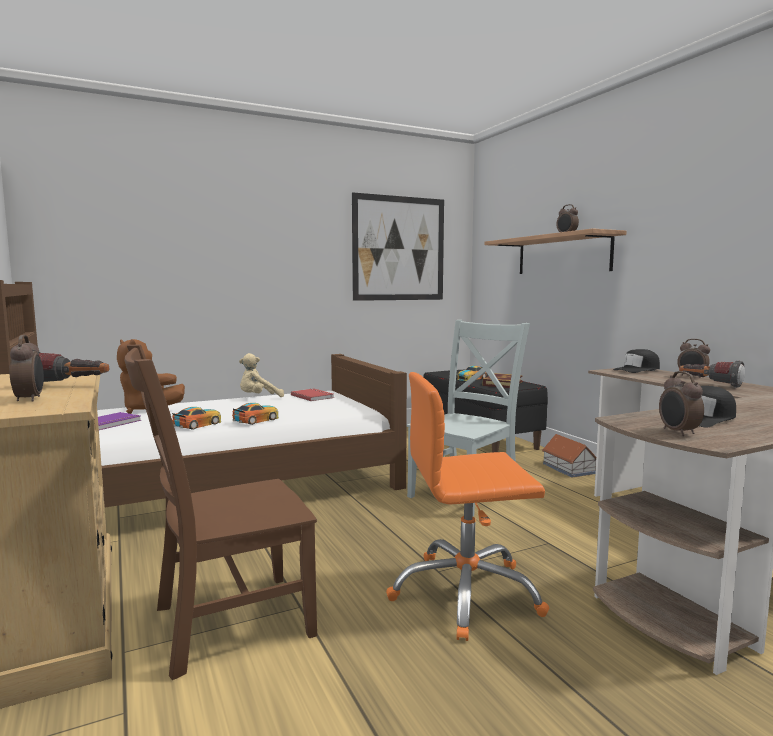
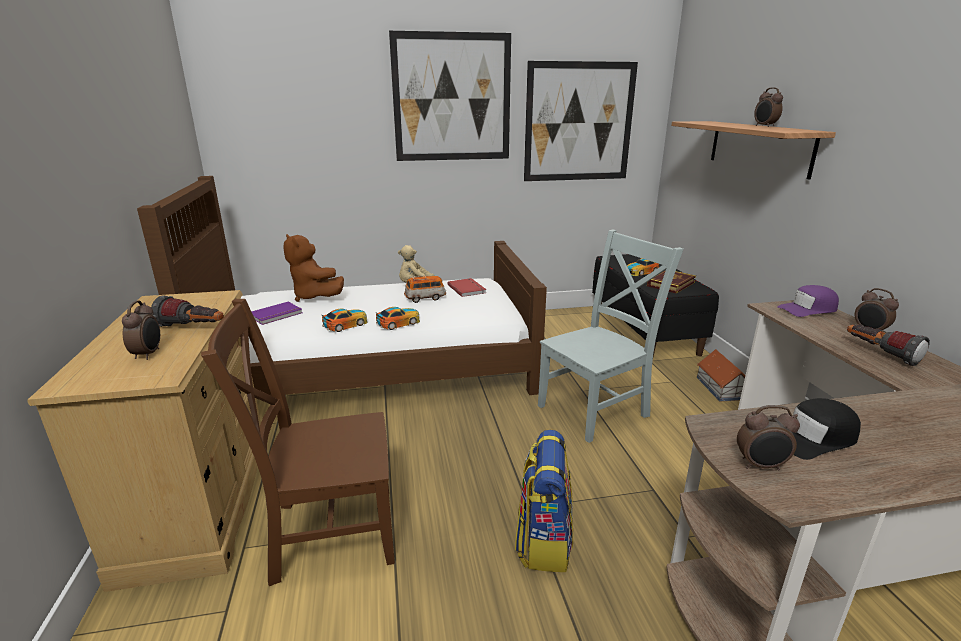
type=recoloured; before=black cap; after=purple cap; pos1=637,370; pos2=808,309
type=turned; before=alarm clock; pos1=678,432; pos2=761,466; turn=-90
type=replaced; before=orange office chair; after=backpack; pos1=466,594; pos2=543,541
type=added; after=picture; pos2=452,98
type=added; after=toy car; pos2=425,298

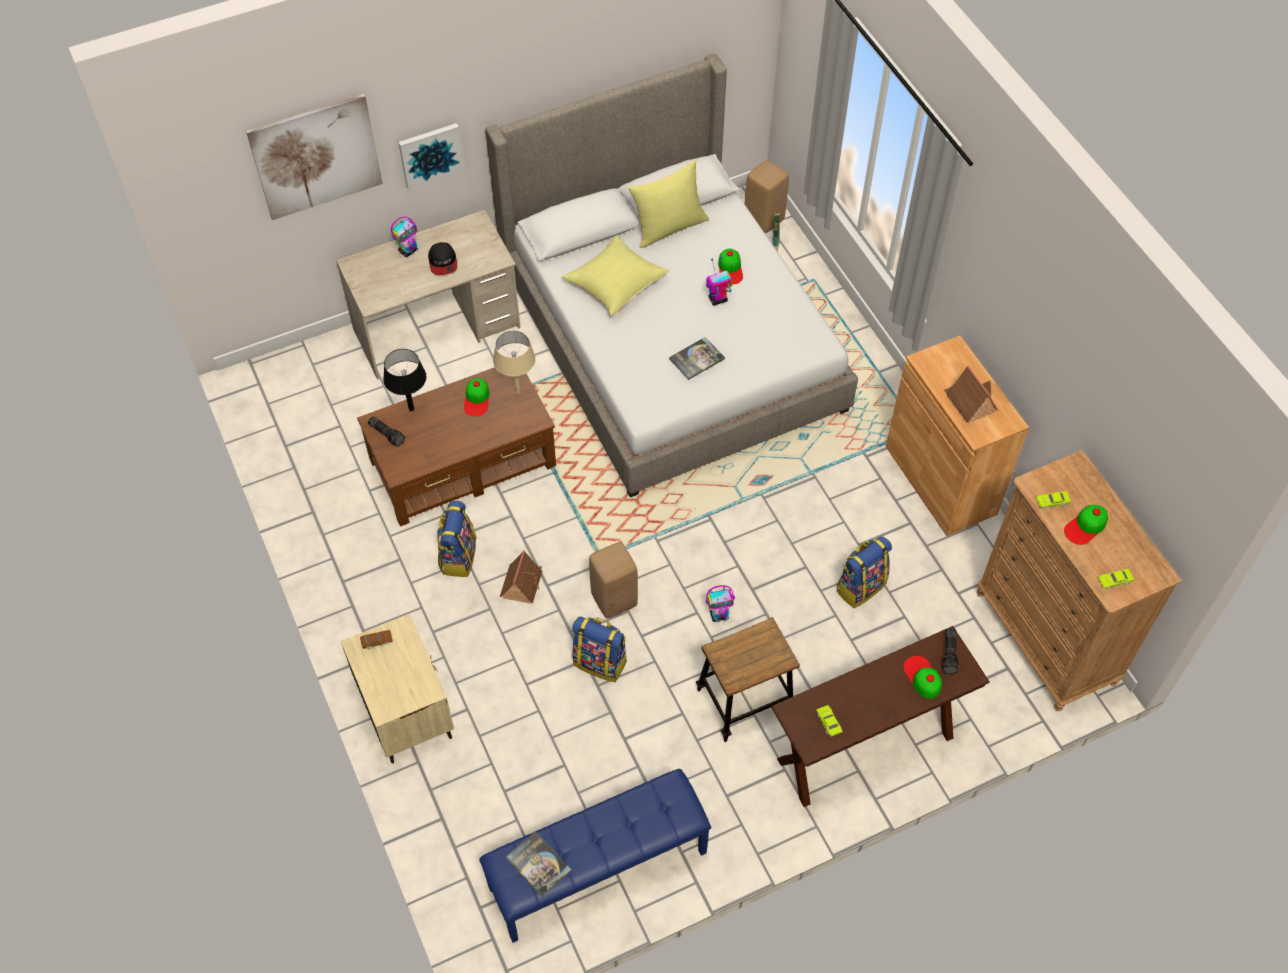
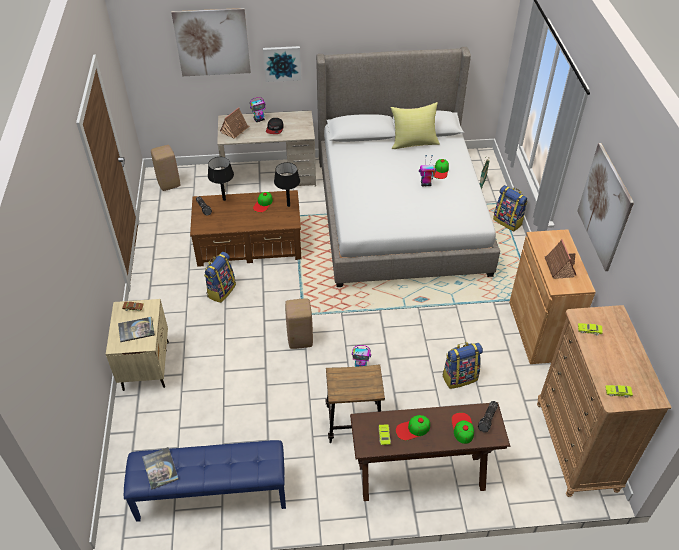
type=moved; before=beige stool; pos1=763,219; pos2=169,184
type=removed; before=yellow pillow; pos1=615,285
type=recoloured; before=beige table lamp; after=black table lamp; pos1=518,391; pos2=288,205
type=moved; before=book; pos1=696,359; pos2=136,330
type=moved; before=cap; pos1=1085,526; pos2=413,429
type=moved; before=toy house; pos1=522,583; pos2=235,130
type=moved; before=backpack; pos1=601,662; pos2=508,221
type=added; after=picture; pos2=604,207

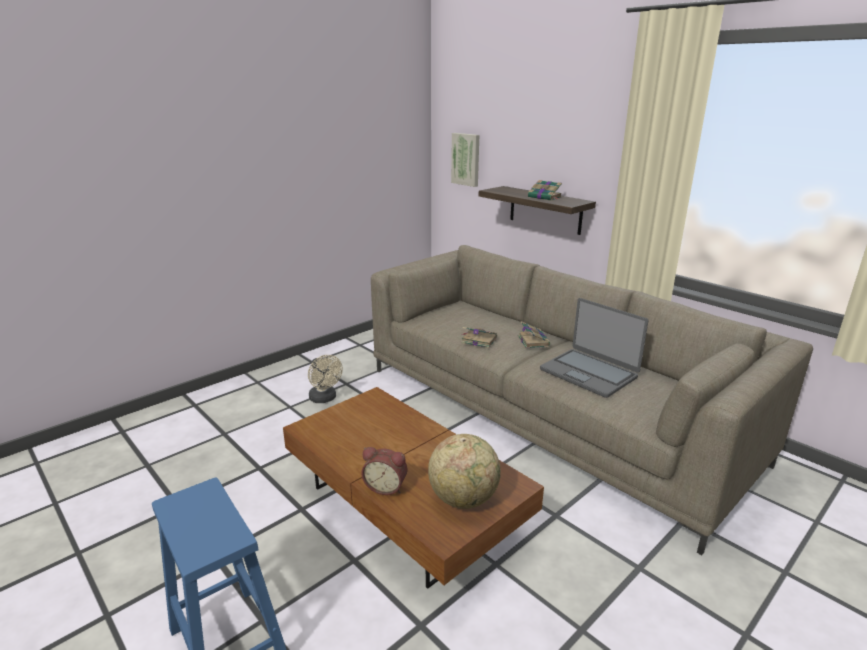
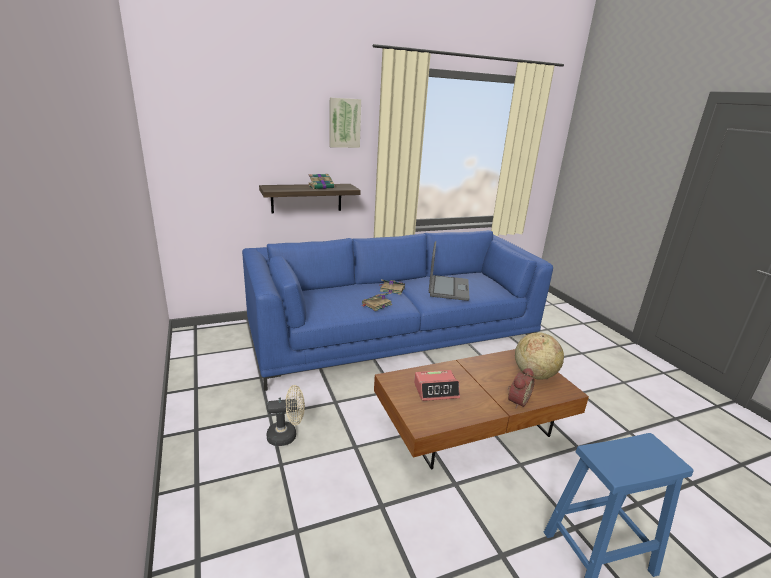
type=moved; before=picture; pos1=466,159; pos2=344,123
type=recoloured; before=beige sofa; after=blue sofa; pos1=547,413; pos2=394,336
type=turned; before=laptop; pos1=589,373; pos2=448,288; turn=-60
type=added; after=alarm clock; pos2=436,390

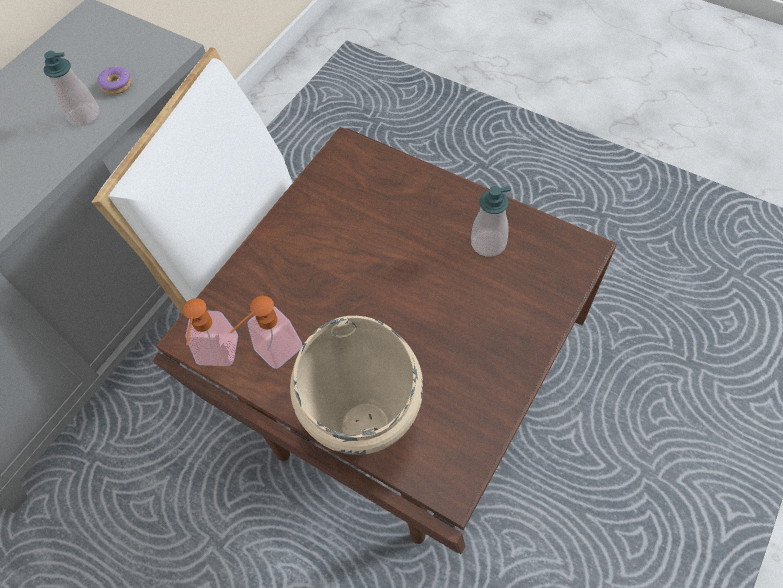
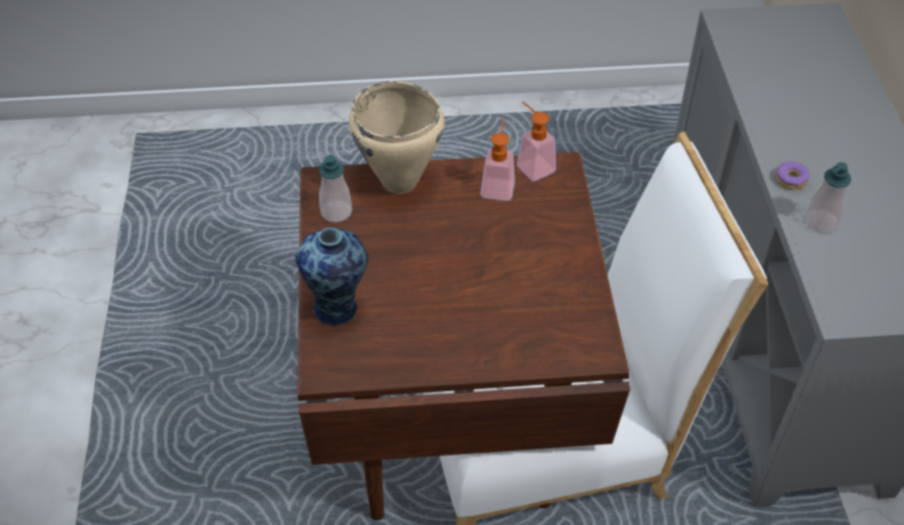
type=moved; before=donut; pos1=117,85; pos2=791,180
type=moved; before=soap dispenser; pos1=488,243; pos2=336,212
type=added; after=vase; pos2=338,309

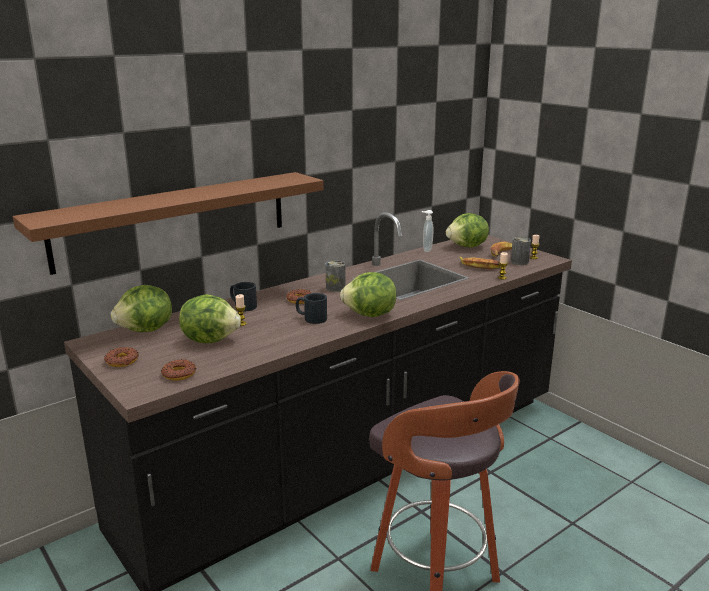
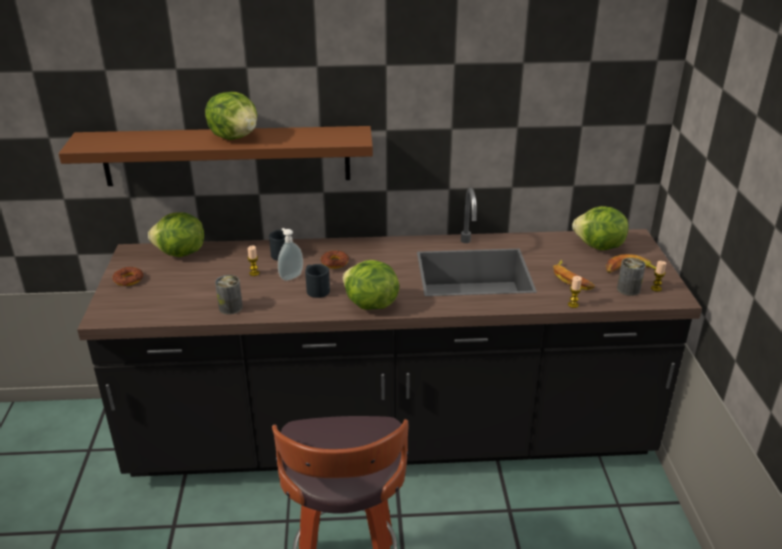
type=moved; before=soap dispenser; pos1=426,250; pos2=290,276
type=moved; before=can; pos1=335,288; pos2=230,307
type=moved; before=lettuce; pos1=210,339; pos2=235,137
type=removed; before=donut; pos1=179,374

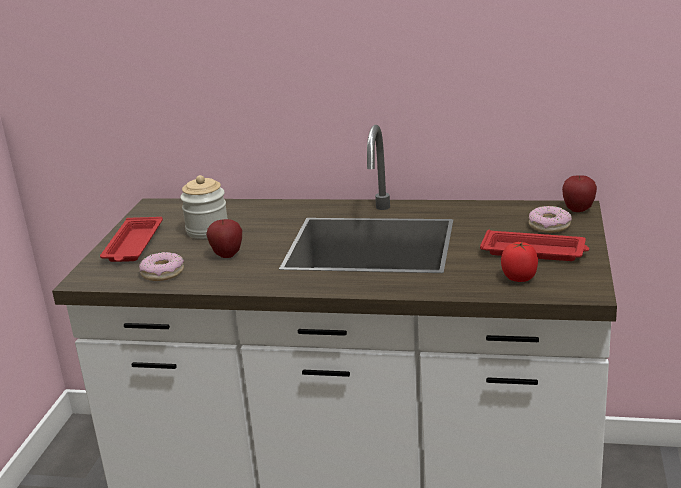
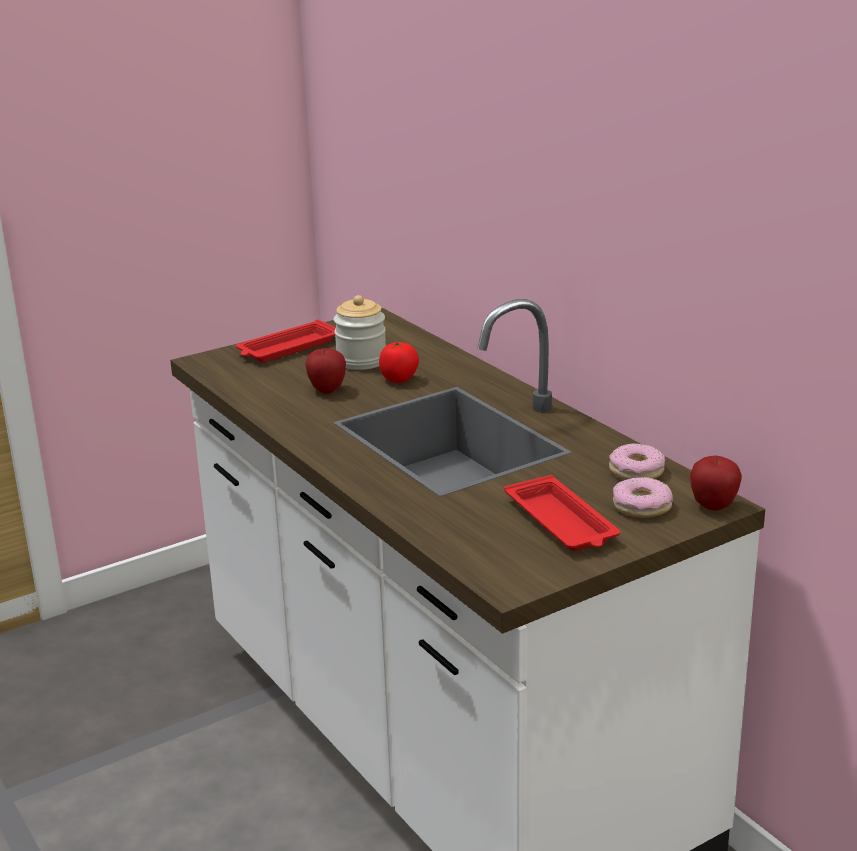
type=moved; before=tomato; pos1=519,278; pos2=399,380
type=moved; before=donut; pos1=162,273; pos2=636,471

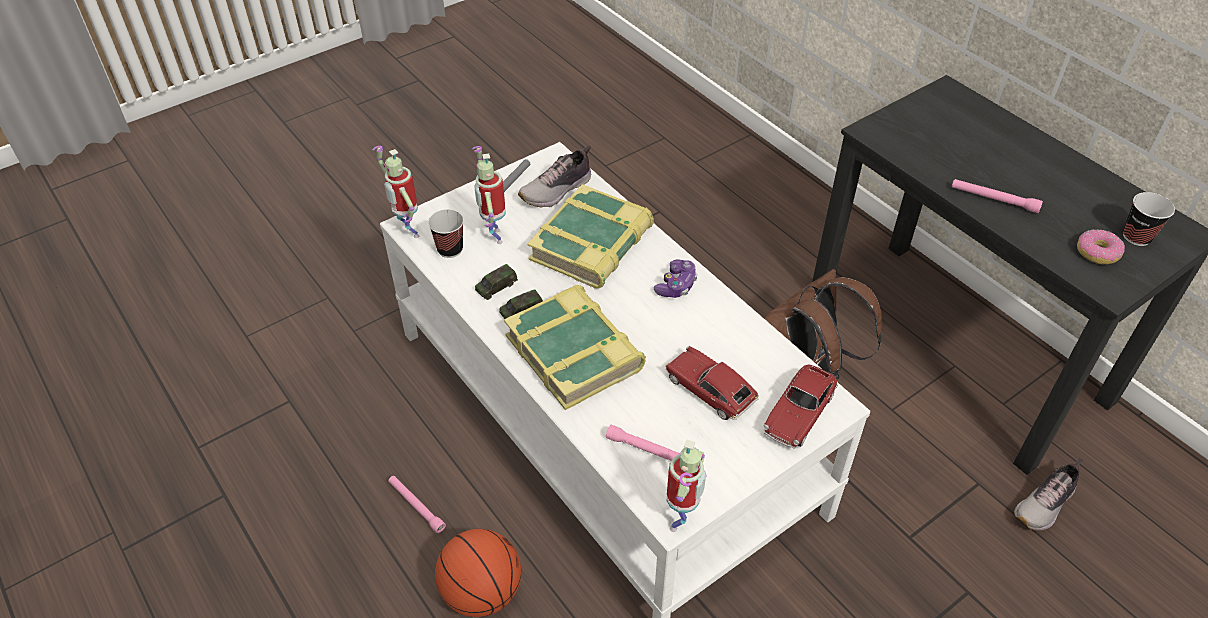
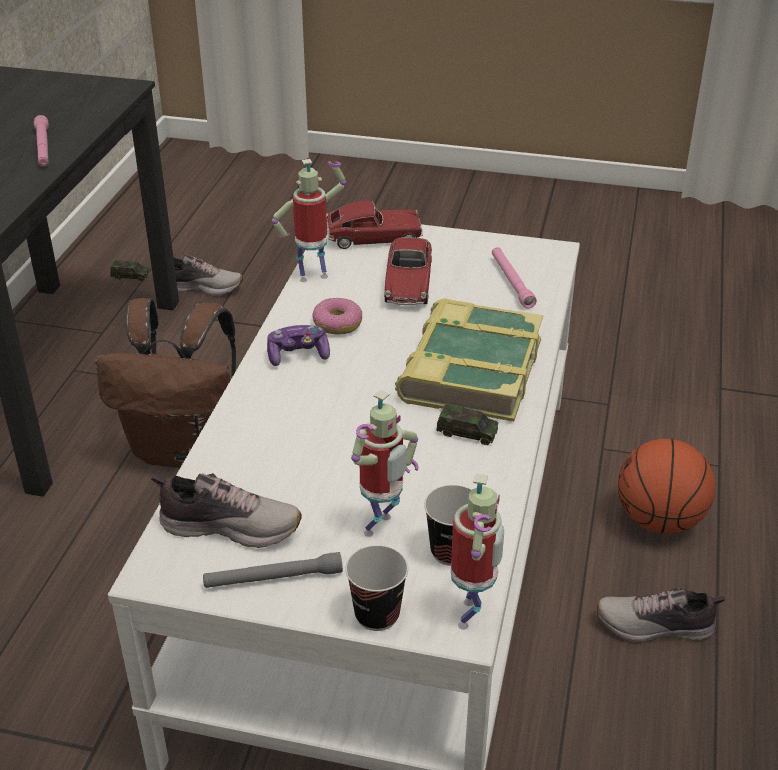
type=removed; before=book; pos1=592,245
type=moved; before=cup; pos1=1136,237; pos2=377,615
type=moved; before=donut; pos1=1097,252; pos2=337,324
type=moved; before=toy car; pos1=496,287; pos2=130,276
type=moved; before=toy robot; pos1=681,521; pos2=313,276
type=replaced; before=pink flashlight; after=shoe; pos1=416,506; pos2=655,627

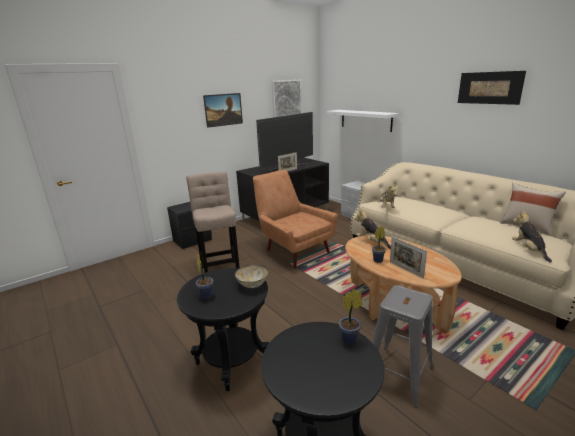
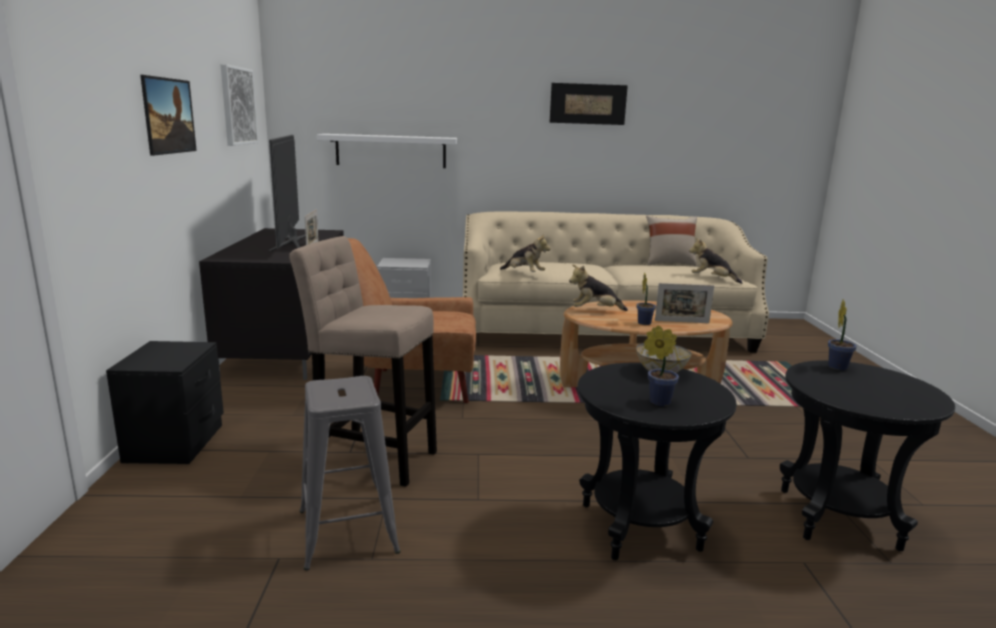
type=moved; before=grey stool; pos1=399,374; pos2=348,530

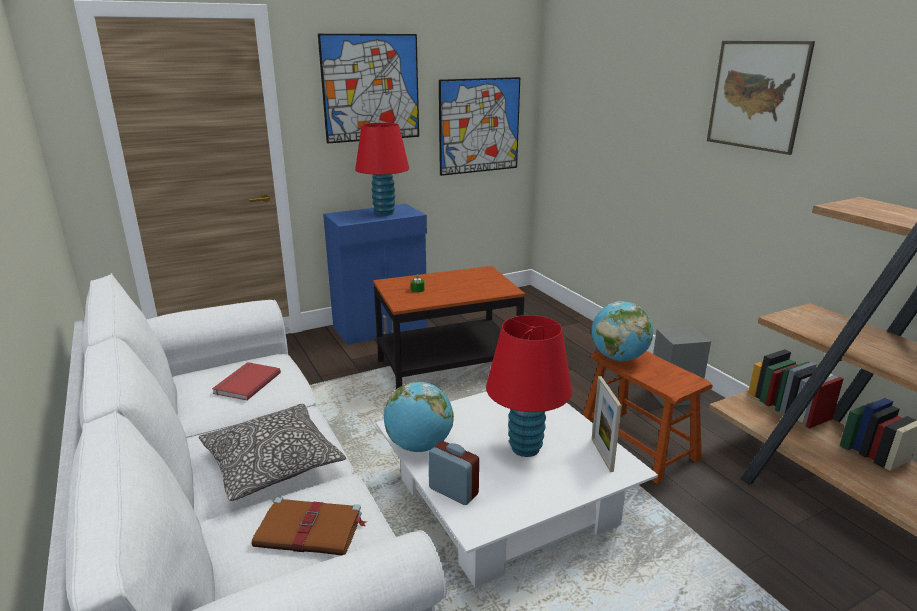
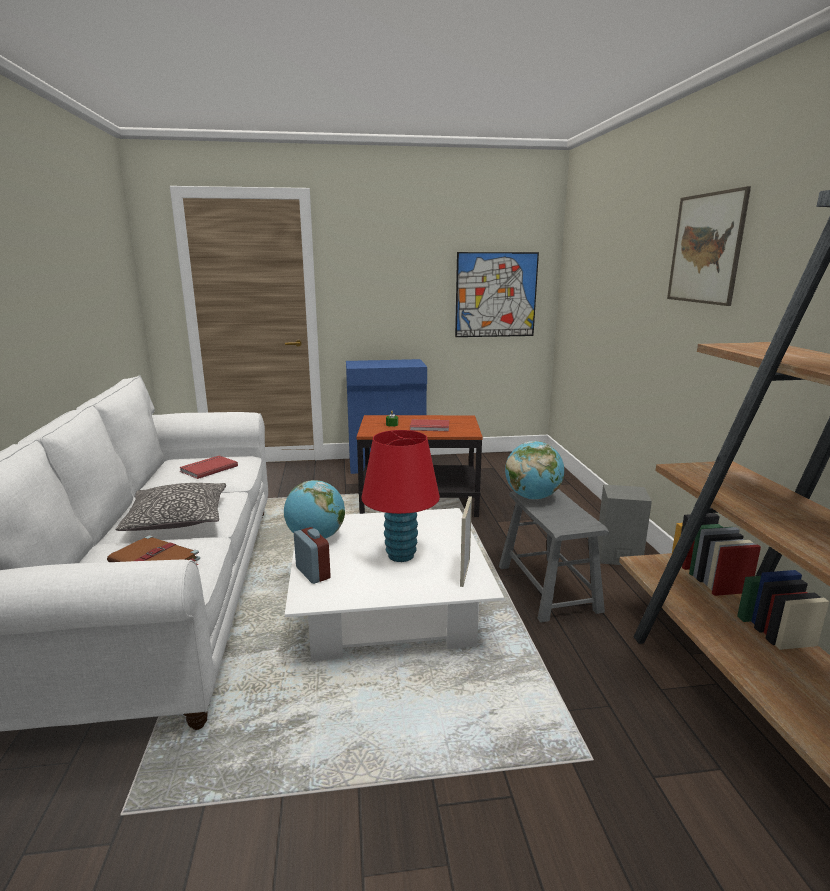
type=removed; before=picture; pos1=371,88
type=removed; before=red table lamp; pos1=384,213
type=recoloured; before=brown stool; after=grey stool; pos1=637,444; pos2=548,588
type=added; after=red book; pos2=429,427

